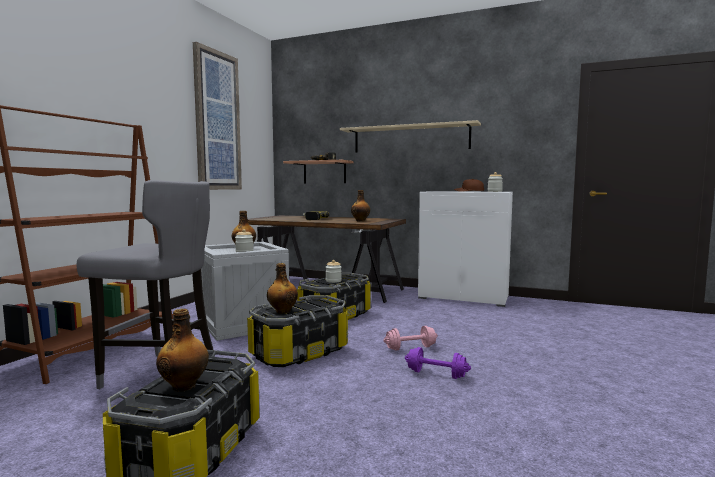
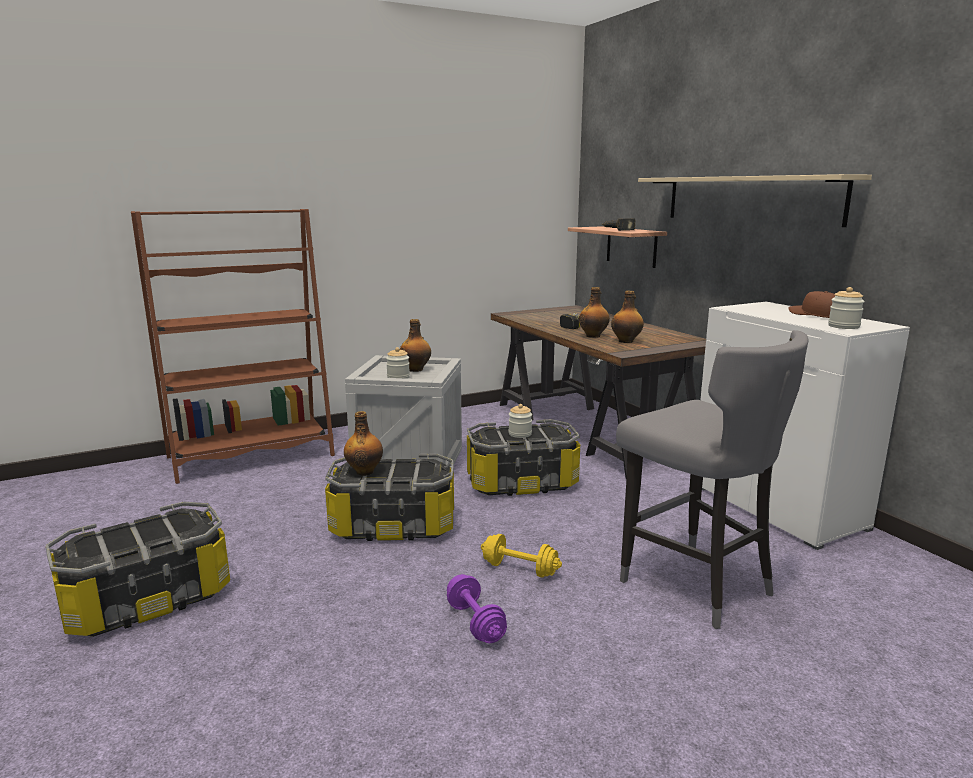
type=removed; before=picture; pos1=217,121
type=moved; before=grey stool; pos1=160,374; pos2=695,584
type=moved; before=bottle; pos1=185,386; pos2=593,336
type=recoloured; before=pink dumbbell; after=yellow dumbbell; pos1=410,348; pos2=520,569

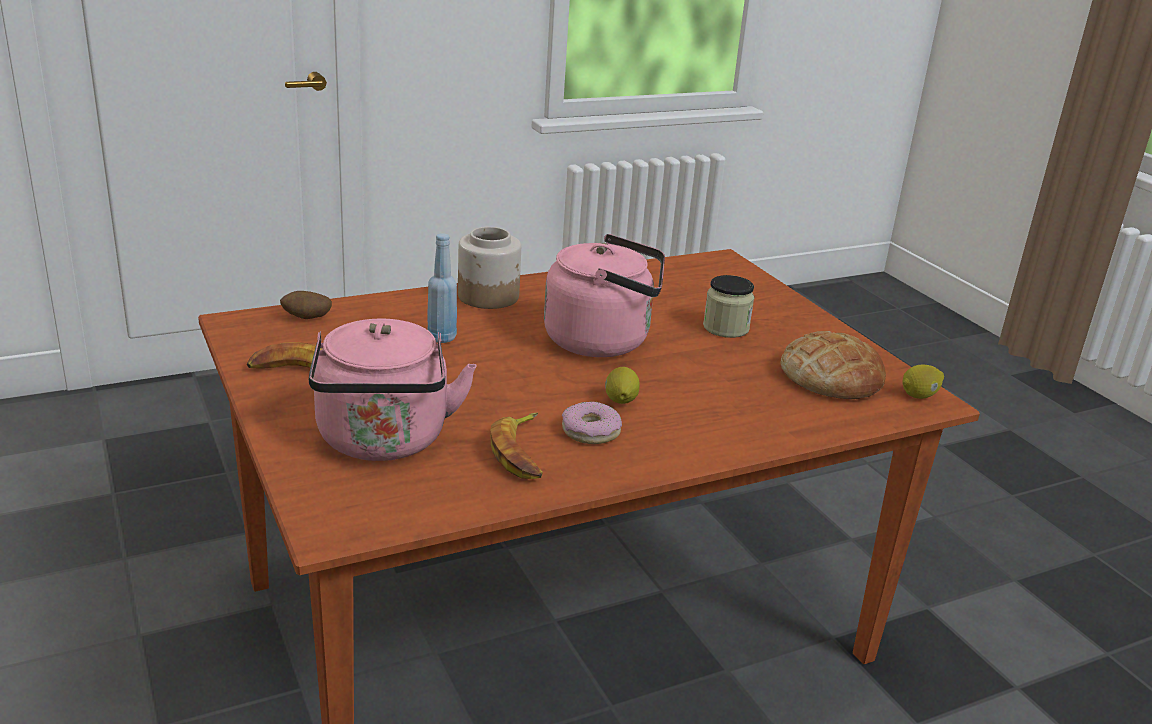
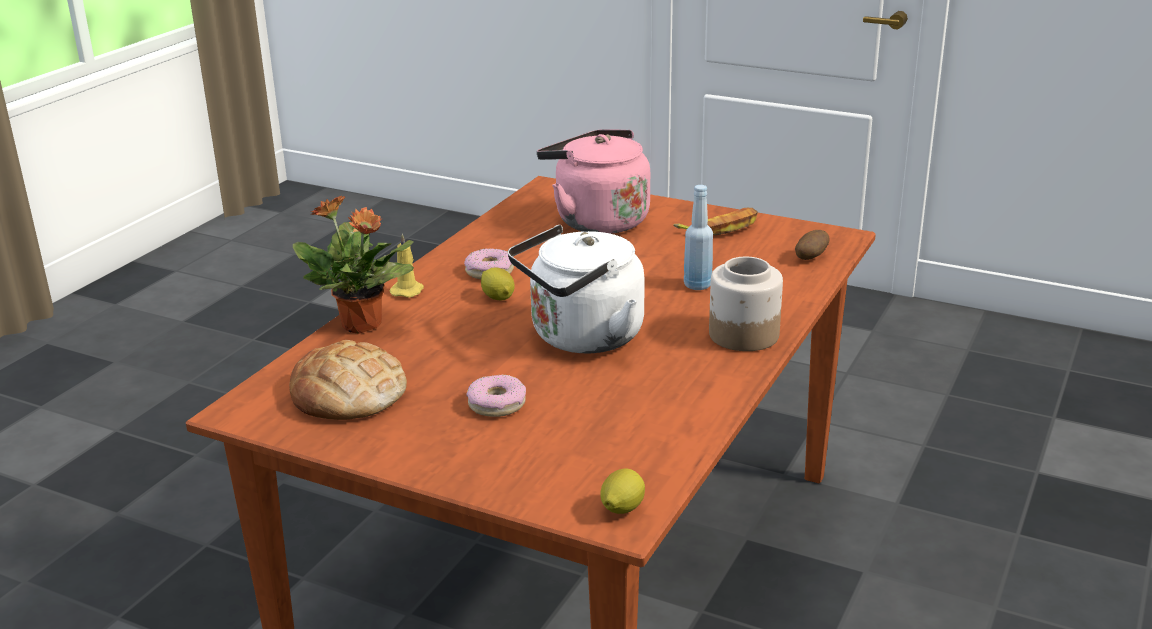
type=recoloured; before=pink kettle; after=white kettle; pos1=603,341; pos2=581,338
type=replaced; before=jar; after=donut; pos1=726,328; pos2=496,404
type=moved; before=lemon; pos1=919,396; pos2=621,509
type=removed; before=banana; pos1=522,452
type=added; after=potted plant; pos2=362,325
type=added; after=yellow candle; pos2=408,290

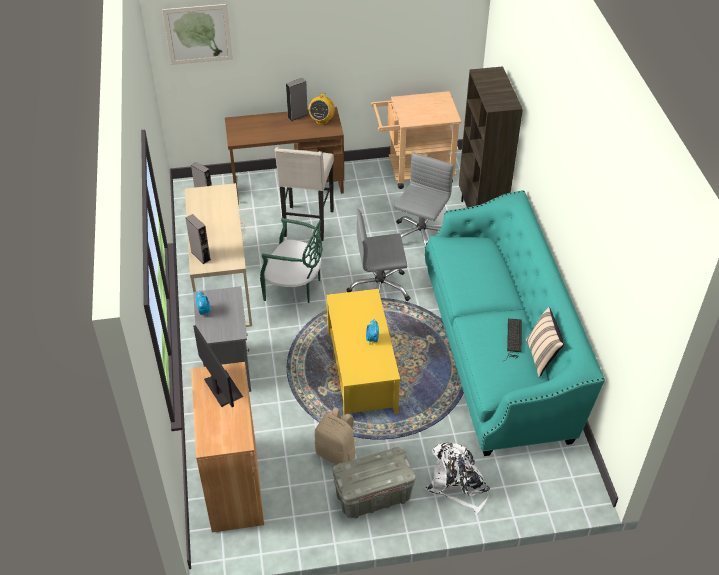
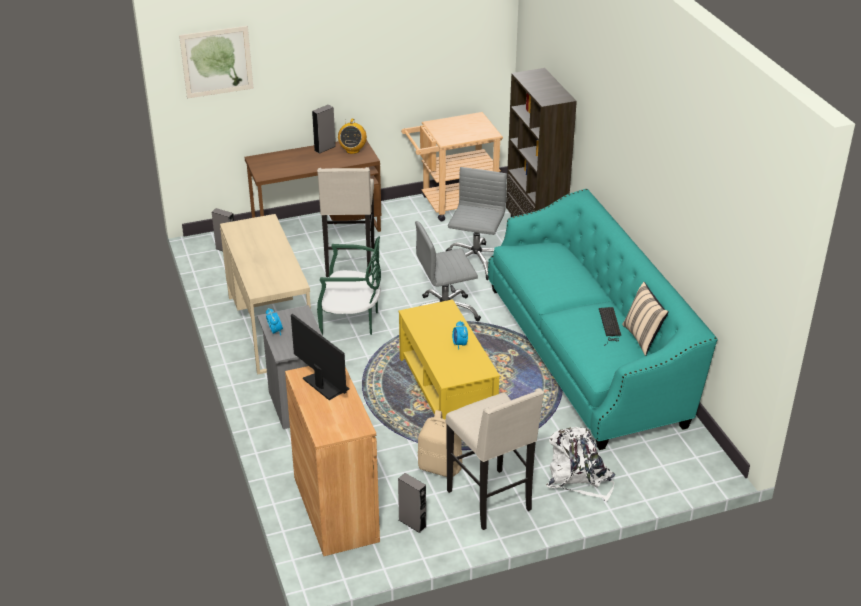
type=moved; before=grey speaker; pos1=200,256; pos2=412,523
type=replaced; before=grey storage box; after=beige stool; pos1=373,496; pos2=491,501

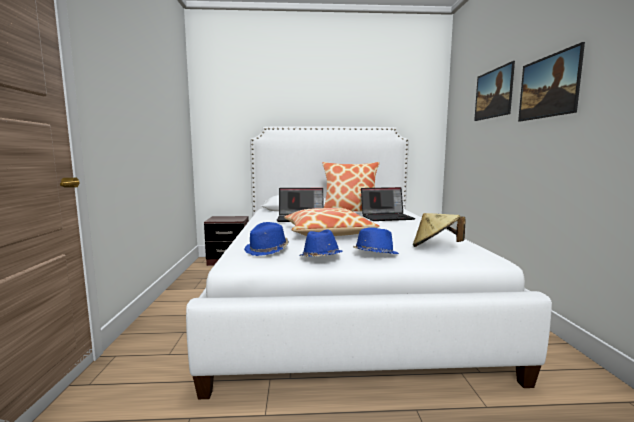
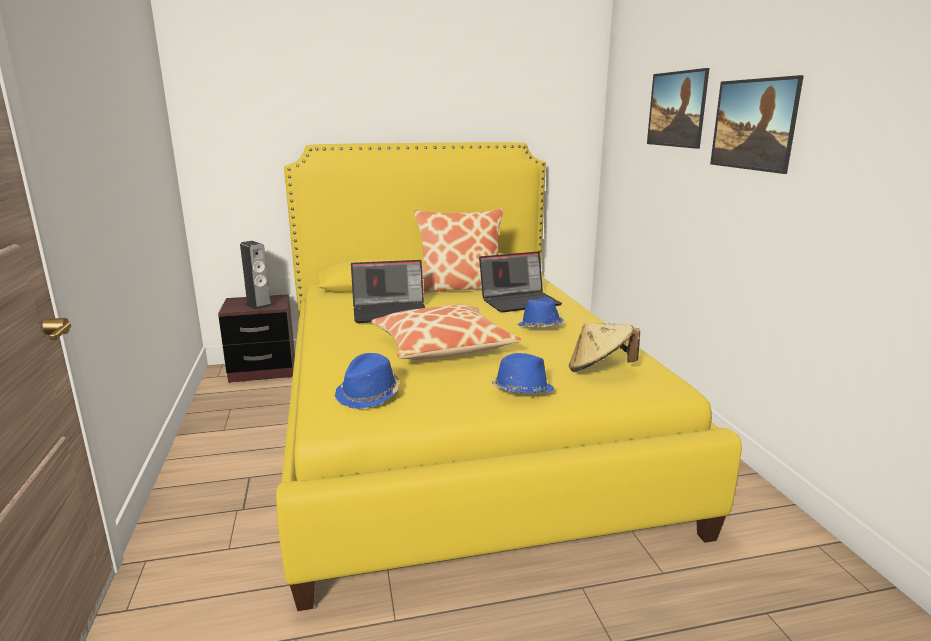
type=recoloured; before=white bed; after=yellow bed; pos1=340,296; pos2=456,425
type=moved; before=blue hat; pos1=320,258; pos2=540,327
type=added; after=speaker; pos2=258,305

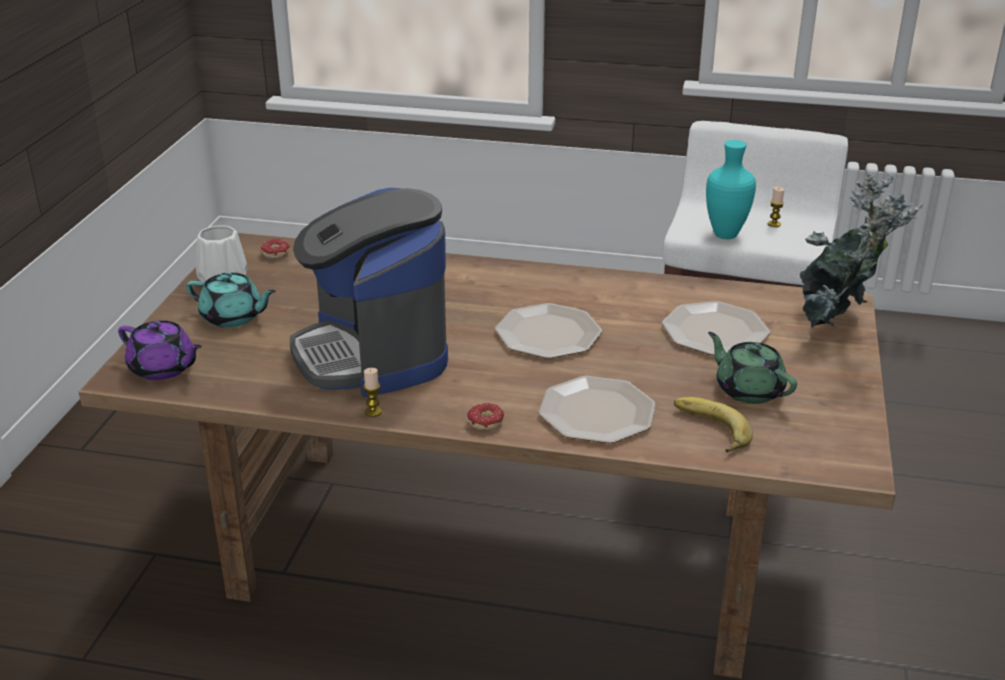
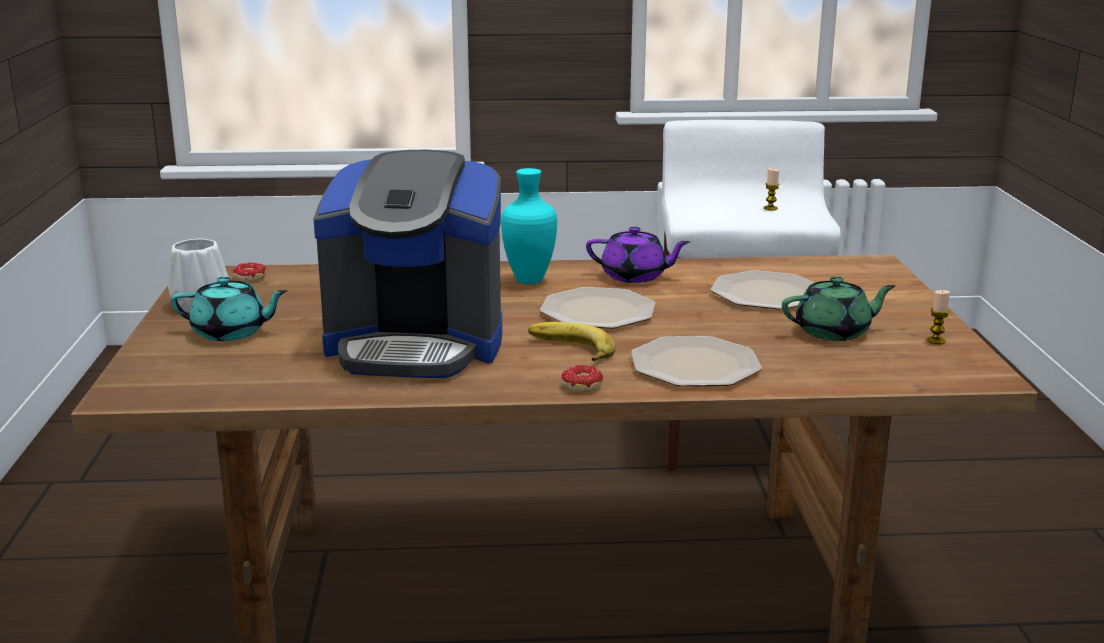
type=moved; before=turquoise vase; pos1=727,235; pos2=531,280
type=removed; before=potted plant; pos1=835,327
type=turned; before=coffee machine; pos1=372,354; pos2=416,346; turn=-45
type=moved; before=purple teapot; pos1=163,368; pos2=635,276
type=turned; before=green teapot; pos1=748,390; pos2=834,332; turn=135
type=moved; before=candle; pos1=373,412; pos2=936,341
type=moved; before=banana; pos1=708,430; pos2=569,350

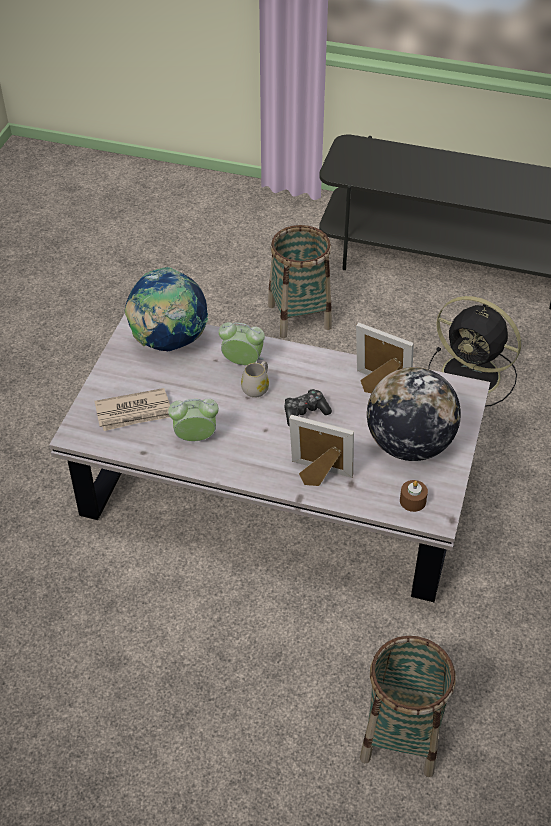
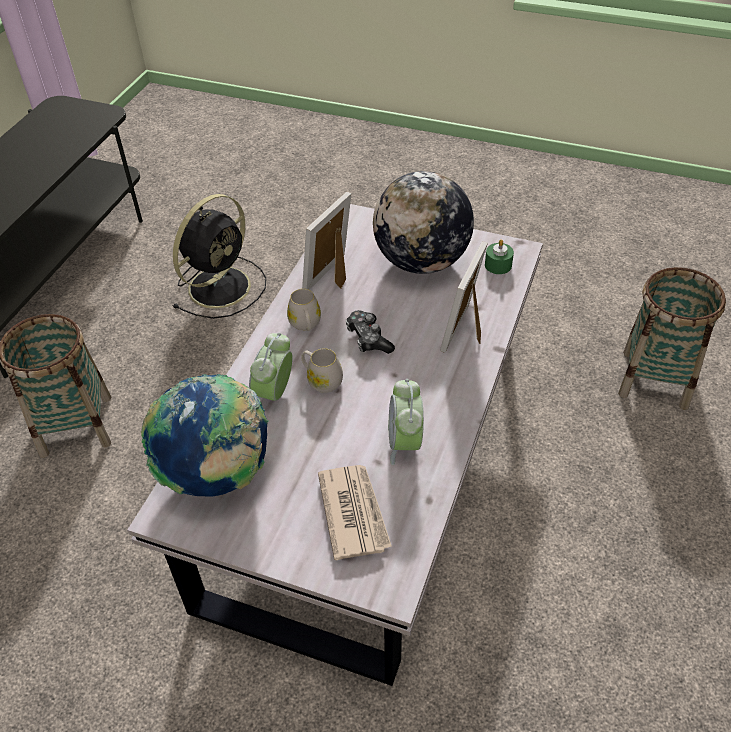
type=recoloured; before=brown candle; after=green candle; pos1=412,501; pos2=498,265
type=added; after=white mug; pos2=305,325

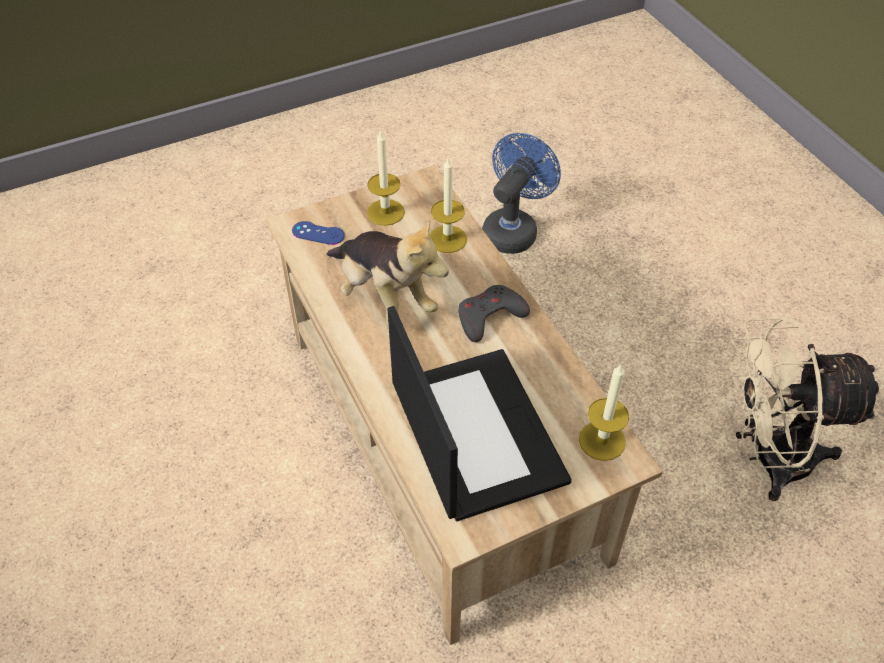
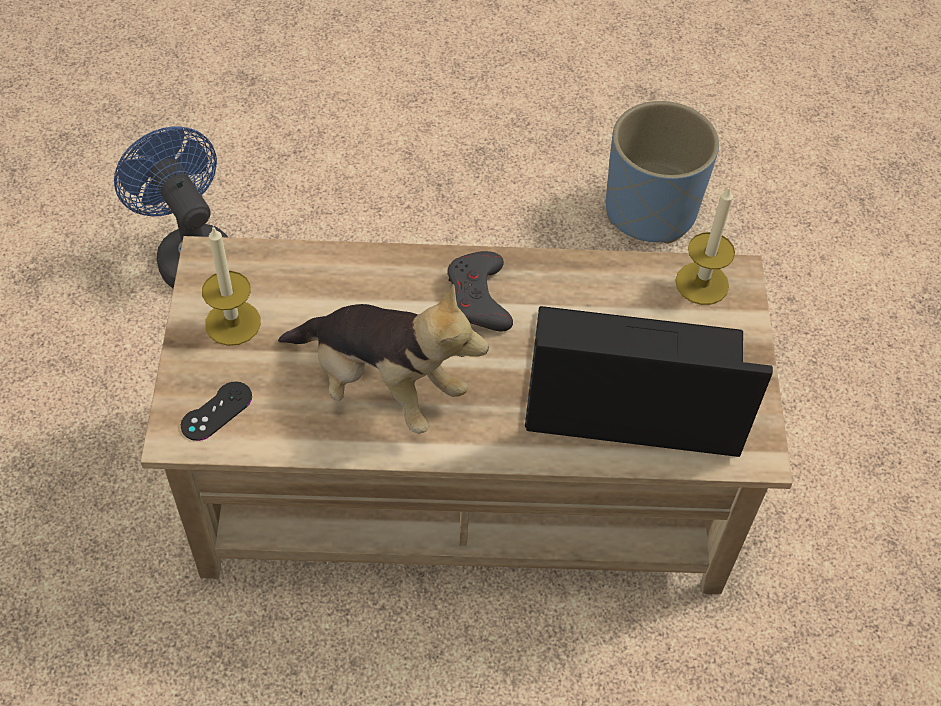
type=removed; before=candle; pos1=447,239
type=turned; before=plush toy; pos1=384,297; pos2=381,386; turn=45
type=recoloured; before=blue game controller; after=black game controller; pos1=318,233; pos2=216,411
type=replaced; before=beige fan; after=blue planter; pos1=767,459; pos2=651,210

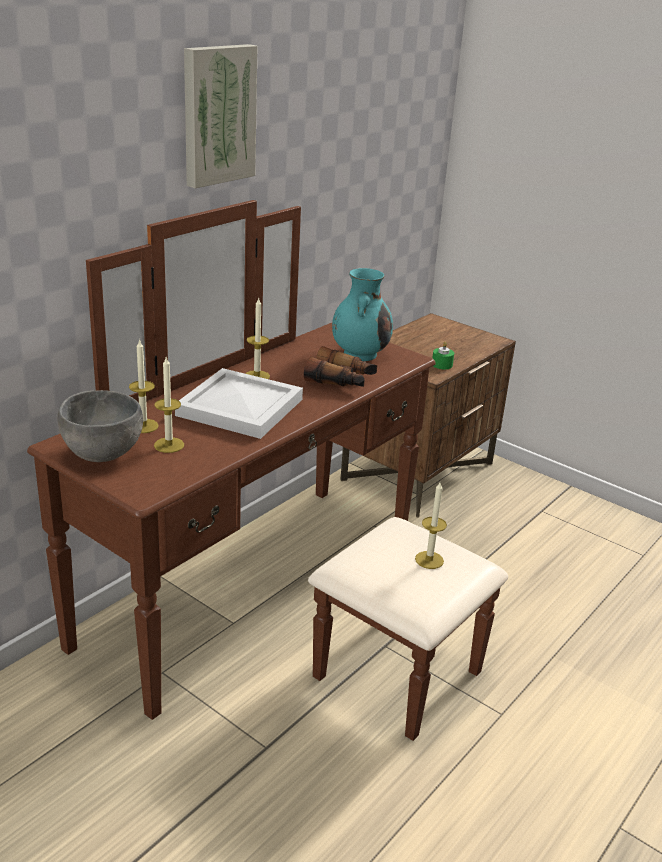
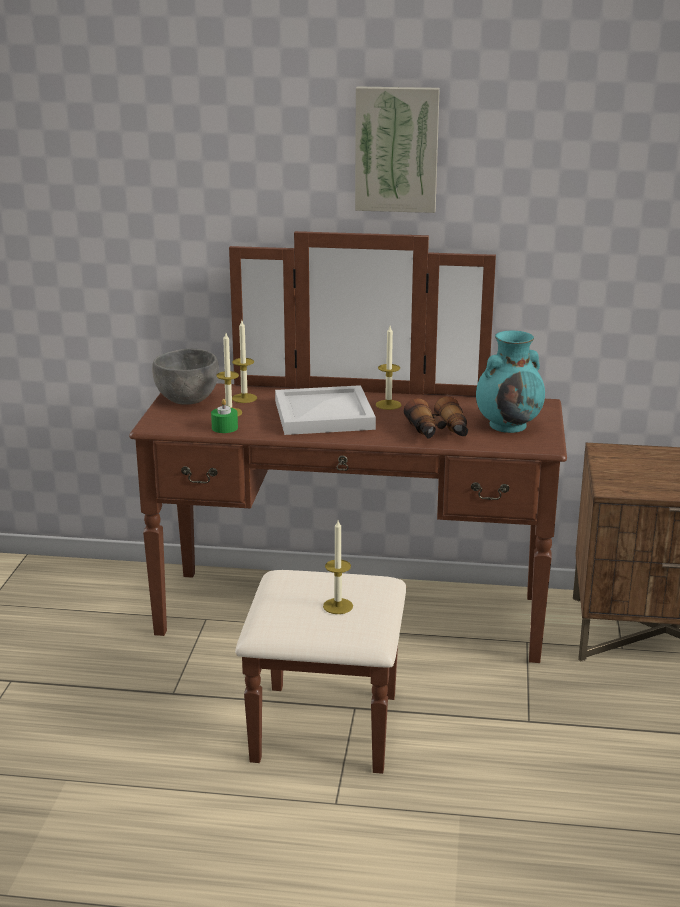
type=moved; before=green candle; pos1=442,364; pos2=224,428

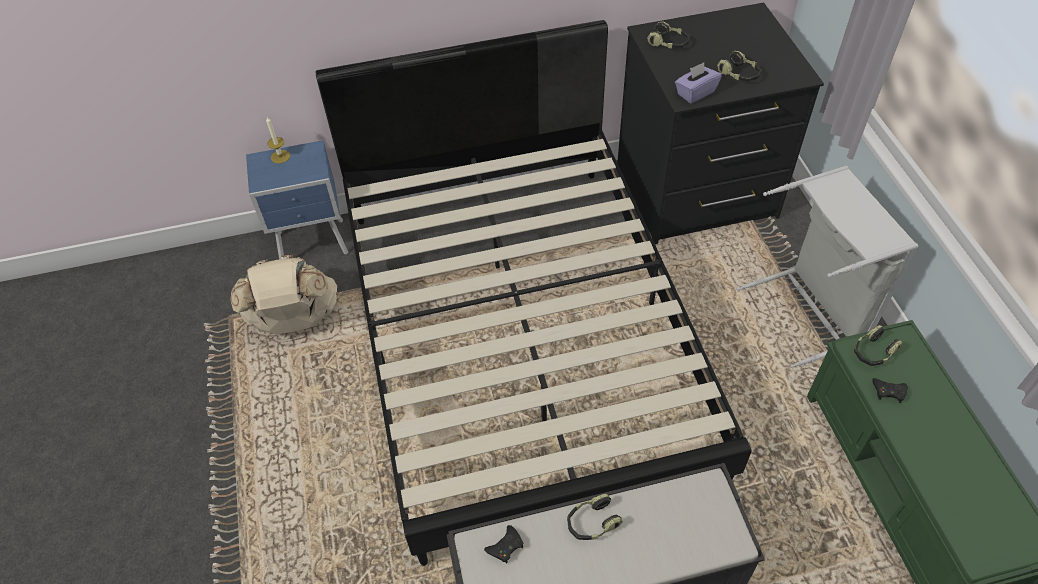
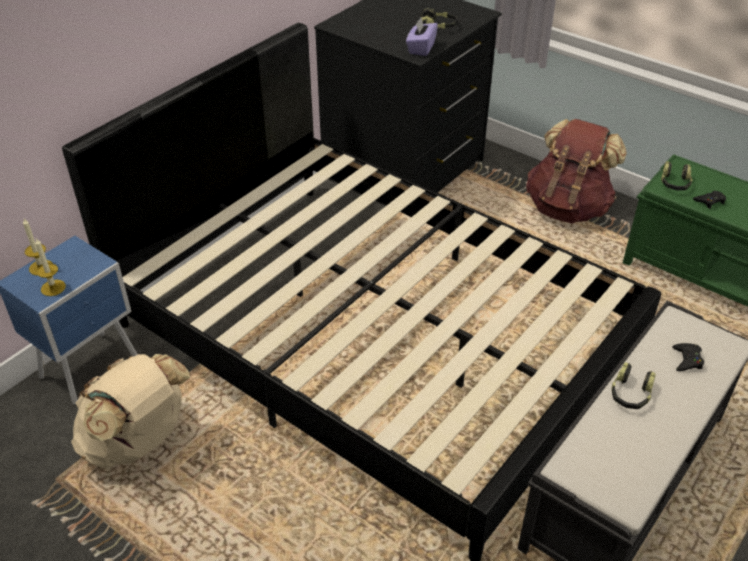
type=removed; before=headphones; pos1=668,43
type=replaced; before=grey laundry basket; after=brown backpack; pos1=812,311; pos2=568,208
type=moved; before=black game controller; pos1=505,546; pos2=687,360
type=added; after=candle; pos2=53,288

